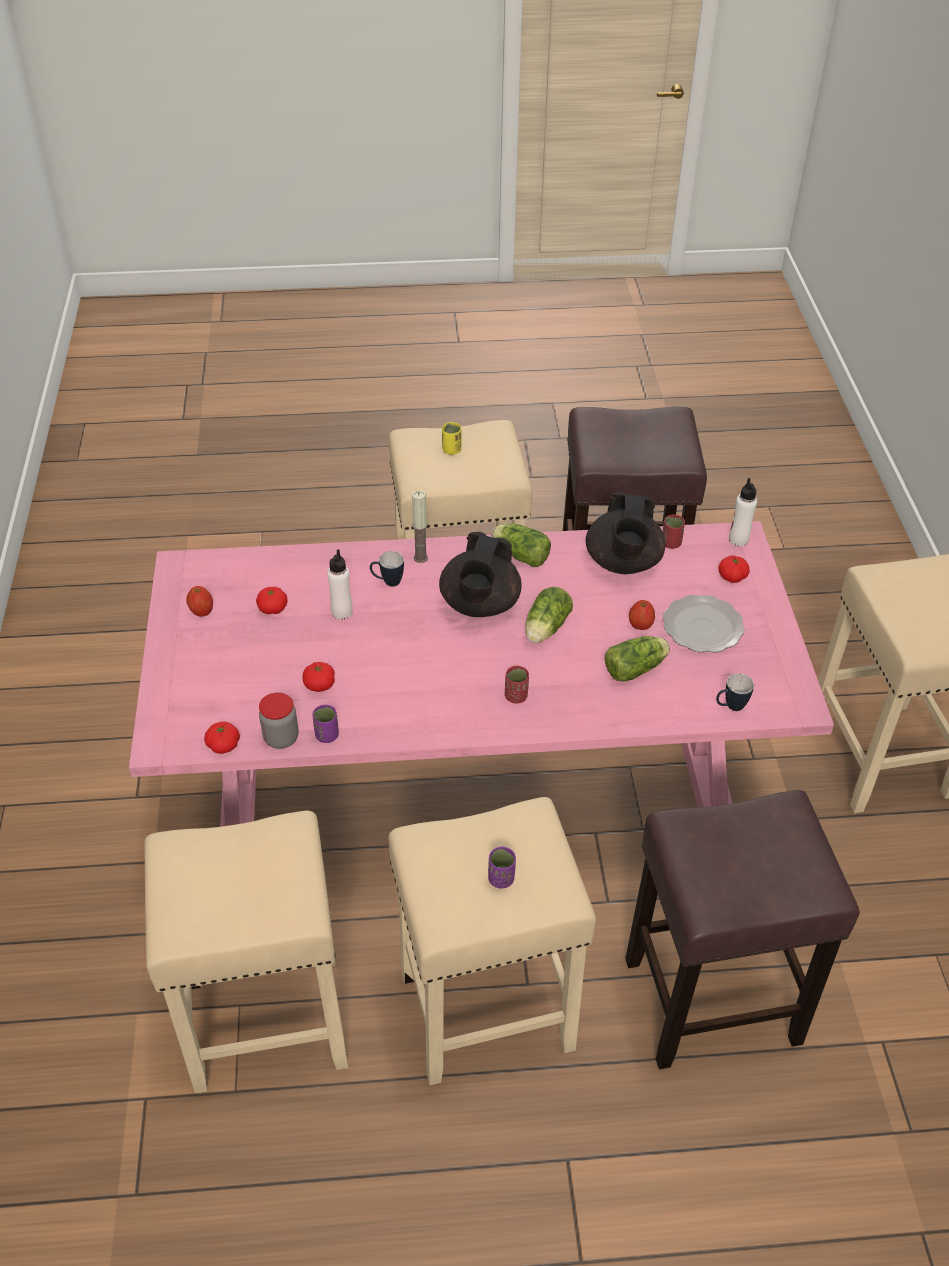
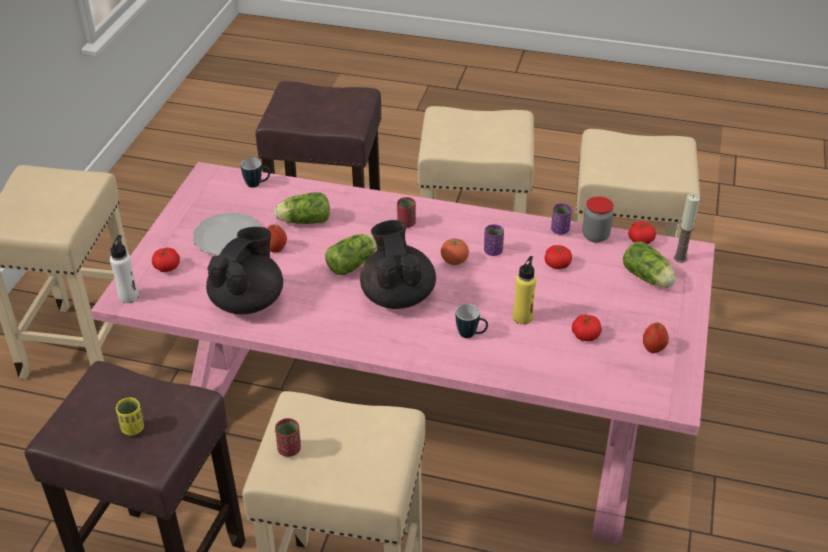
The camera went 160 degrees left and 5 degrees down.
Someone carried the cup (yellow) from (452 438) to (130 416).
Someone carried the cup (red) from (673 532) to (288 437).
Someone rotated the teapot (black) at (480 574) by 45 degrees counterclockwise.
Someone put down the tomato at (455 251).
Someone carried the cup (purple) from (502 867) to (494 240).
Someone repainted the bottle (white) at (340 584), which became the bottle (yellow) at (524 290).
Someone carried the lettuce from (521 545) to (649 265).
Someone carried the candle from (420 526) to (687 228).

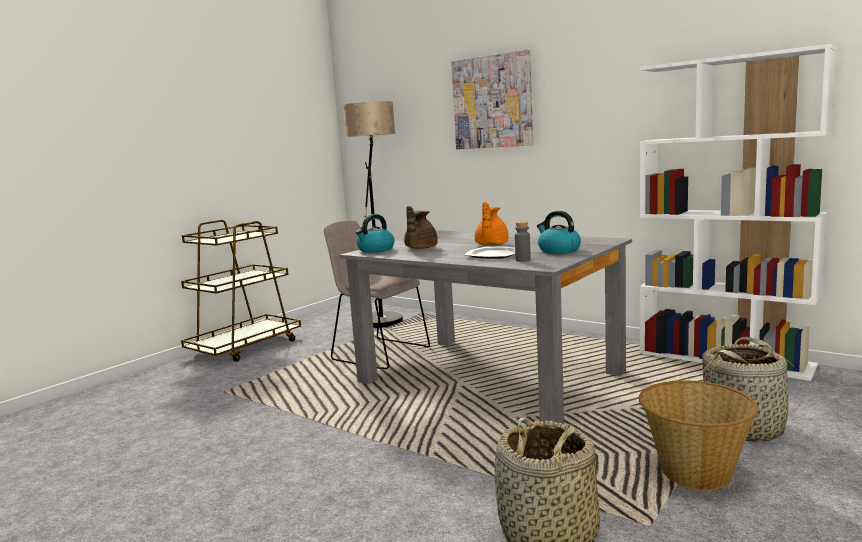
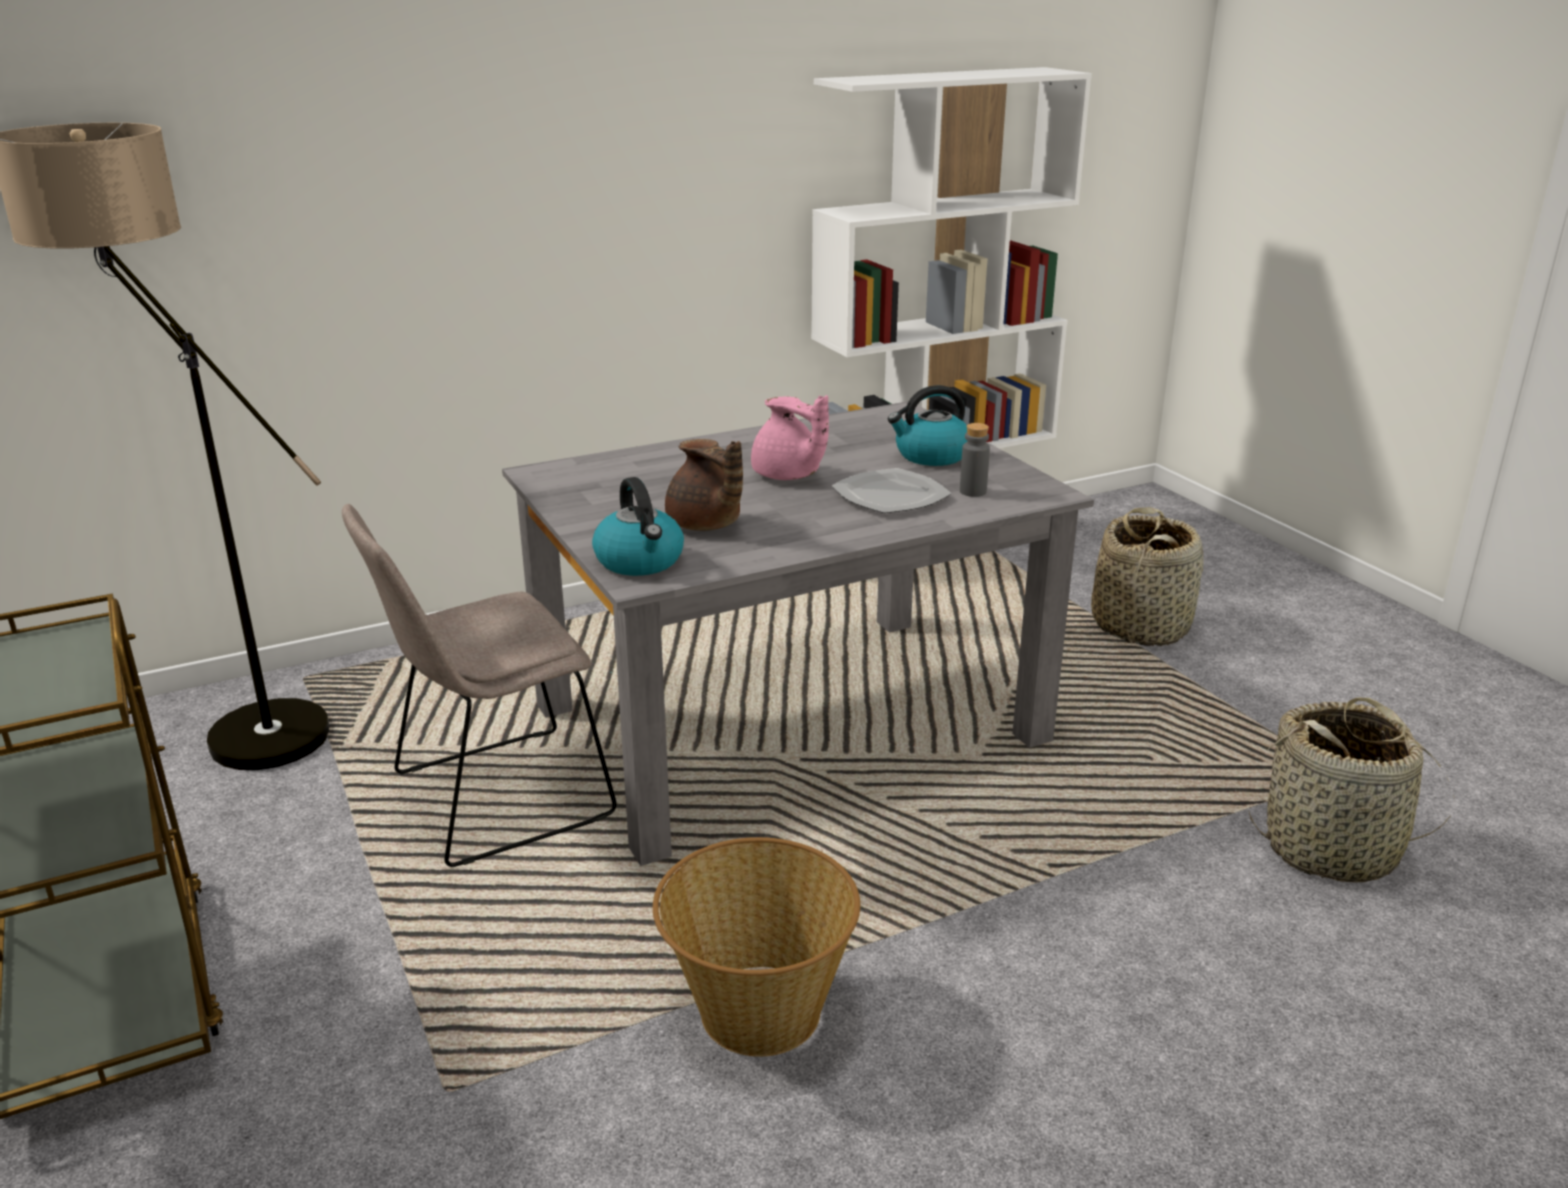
The camera went 65 degrees left and 15 degrees up.
Someone carried the basket from (698 436) to (756 947).
Someone repainted the teapot (orange) at (492 224), which became the teapot (pink) at (790 437).
Someone took away the picture at (492 99).

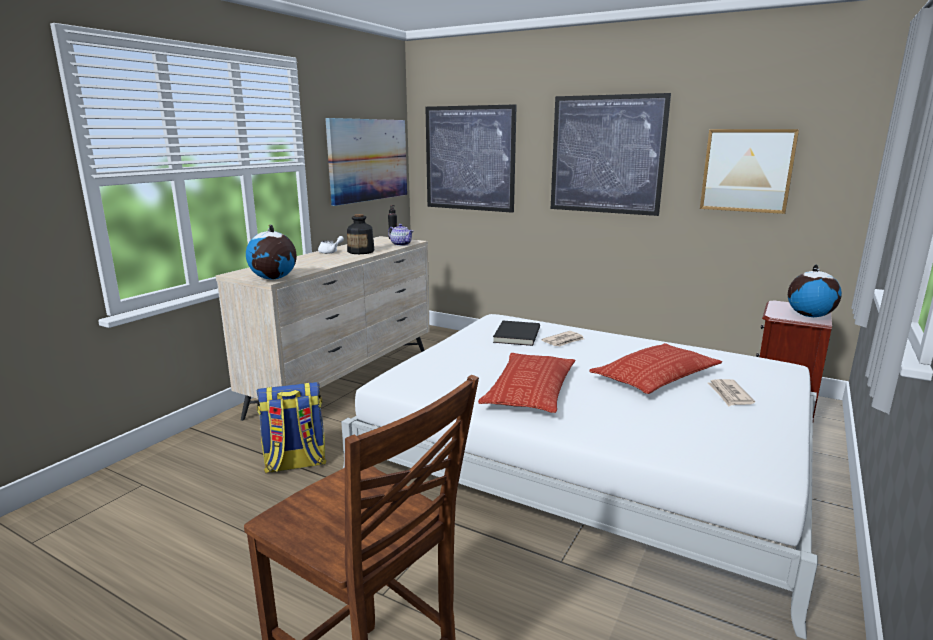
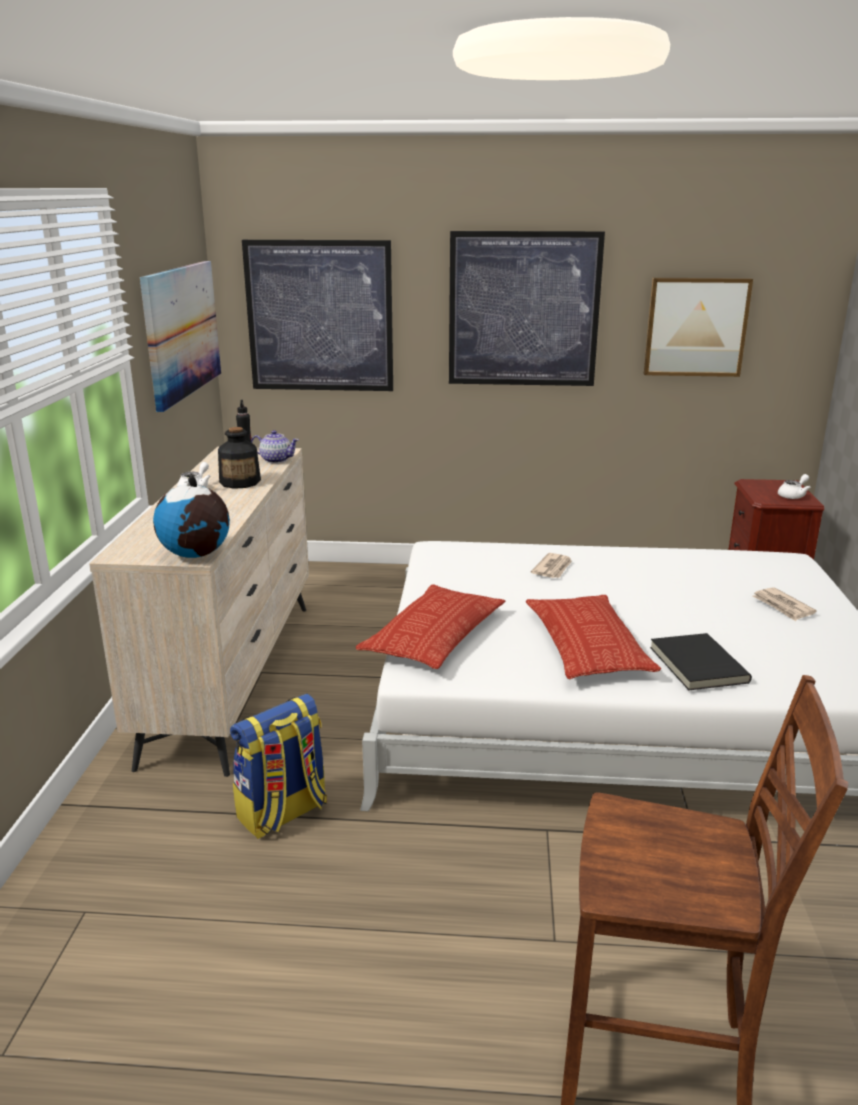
The camera went 25 degrees left and 5 degrees up.
Someone carried the pillow from (655 368) to (430 626).
Someone carried the book (black) from (516 333) to (701 661).
Someone swapped the globe at (815 290) for the teapot (white) at (794 486).

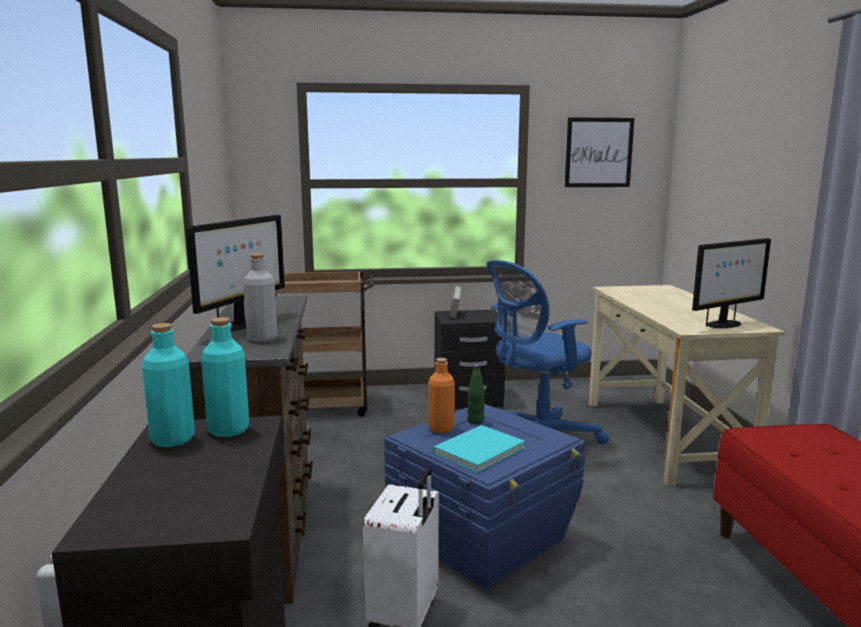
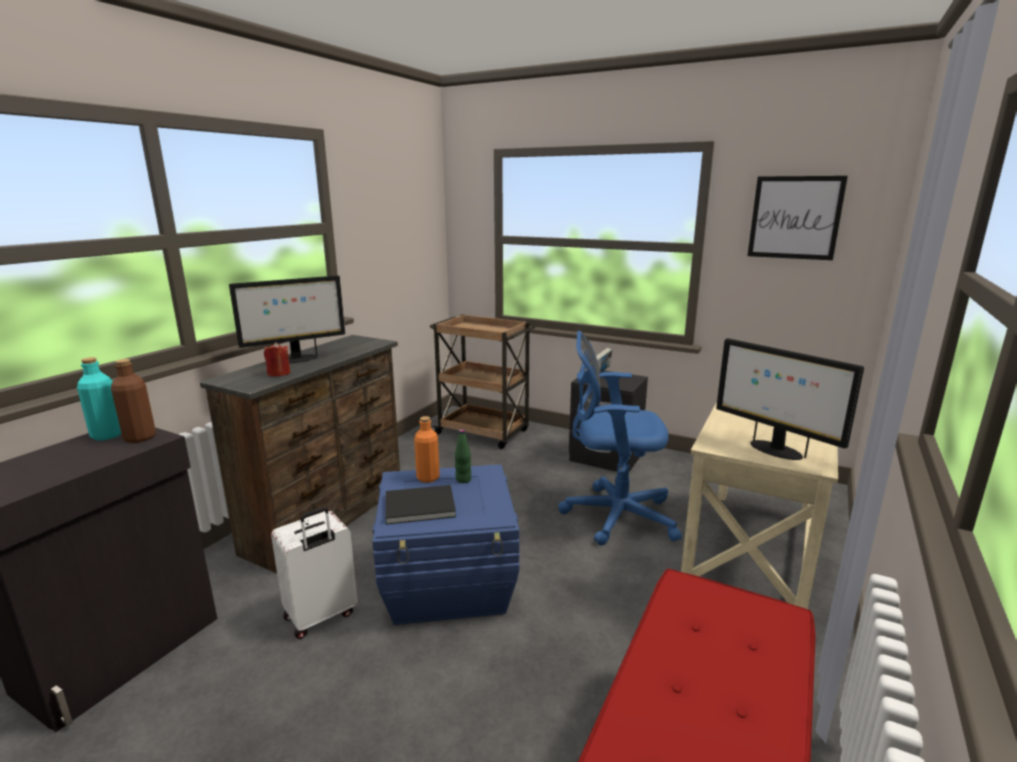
The camera went 35 degrees right and 5 degrees up.
Someone repainted the bottle (turquoise) at (225 377), which became the bottle (brown) at (133 401).
Someone swapped the bottle (grey) at (260 298) for the candle (red) at (277 359).
Someone repainted the book (turquoise) at (479 449), which became the book (black) at (420 505).
Someone rotated the monitor at (731 283) by 45 degrees clockwise.

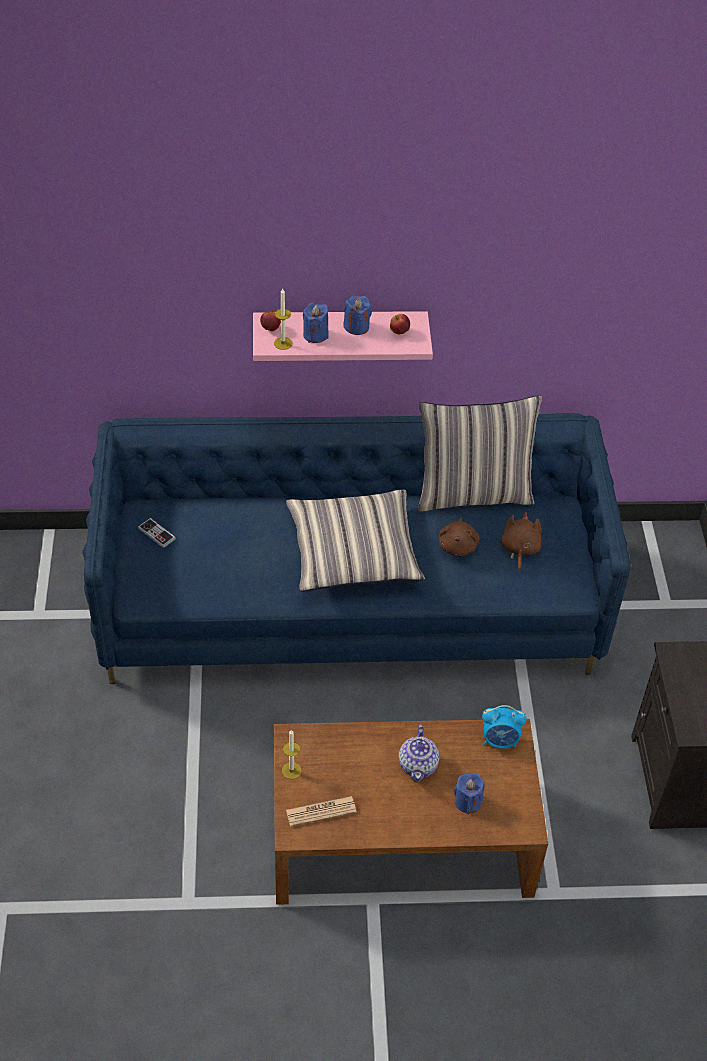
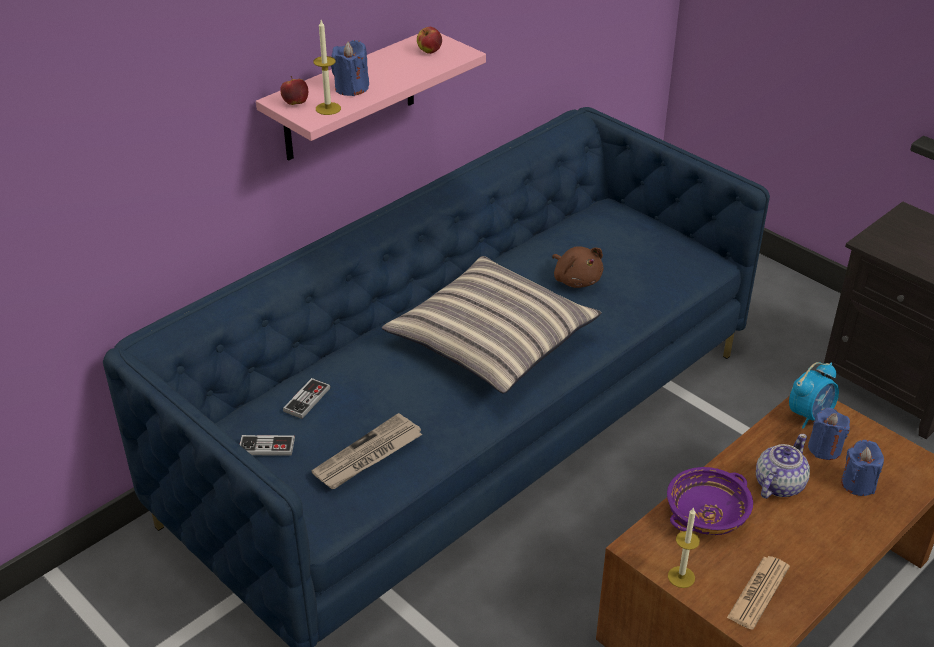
The camera went 40 degrees left and 10 degrees down.
Someone put down the game controller at (307 398).
Someone put down the newspaper at (367 451).
Someone put down the bowl (purple) at (710 501).
Someone rotated the teapot at (419 753) by 105 degrees counterclockwise.
Someone carried the candle (blue) from (357 315) to (829 434).
Someone took away the pillow at (480 453).
Someone took away the plush toy (brown) at (521 542).

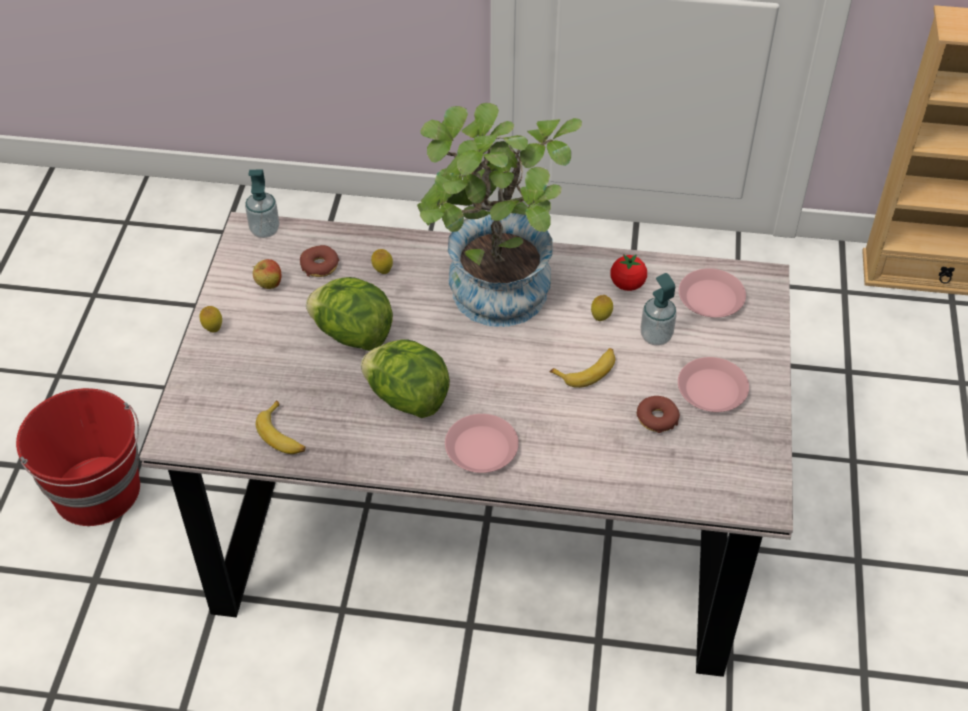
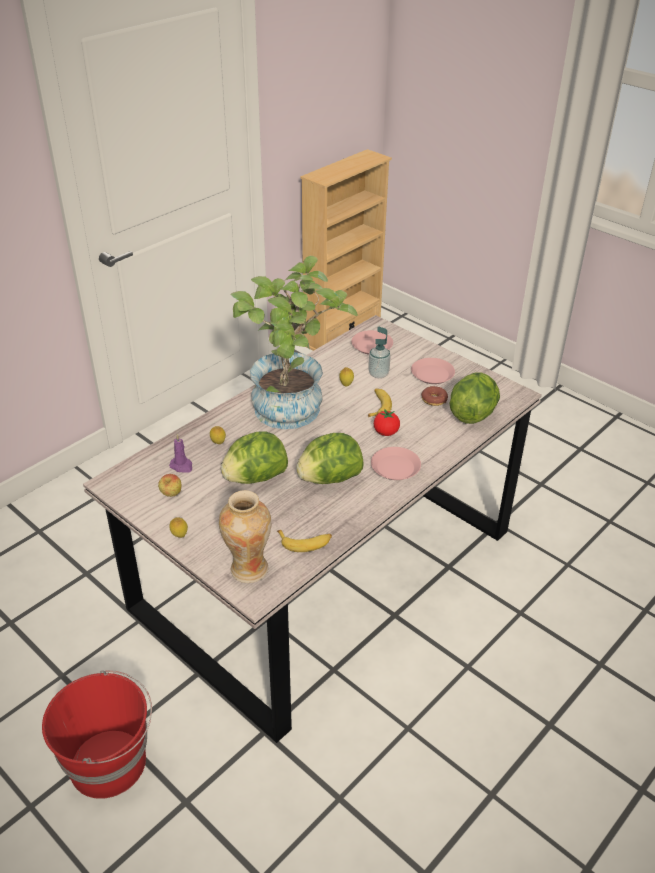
The camera went 55 degrees left and 10 degrees down.
Someone swapped the donut at (320 261) for the candle (purple) at (180 453).
Someone put down the vase at (245 536).
Someone carried the tomato from (629 272) to (387 422).
Someone put down the lettuce at (474 398).
Someone took away the soap dispenser at (262 203).

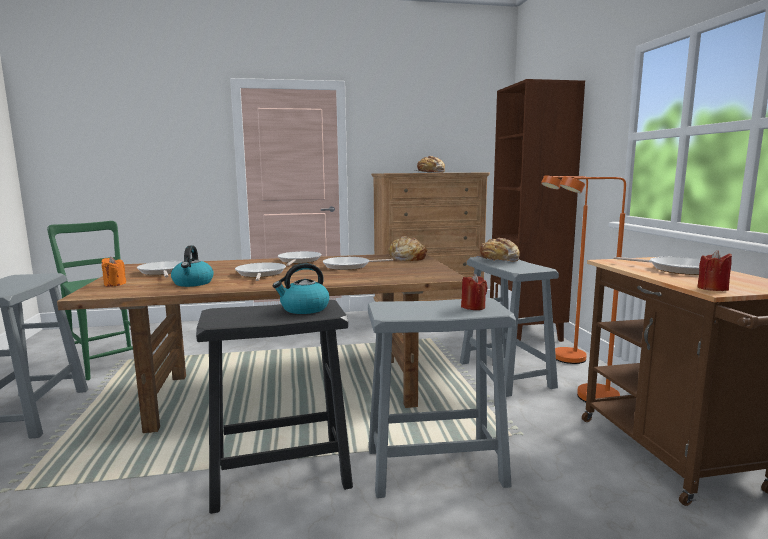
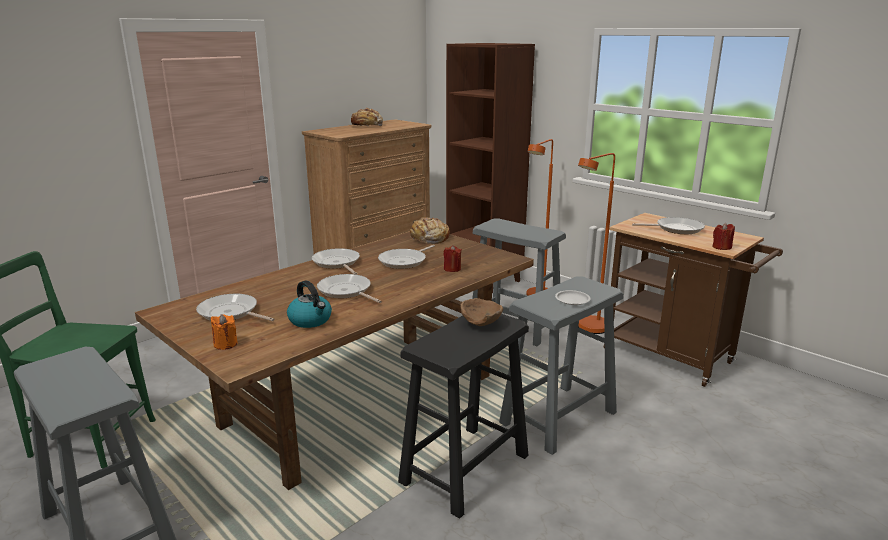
The camera went 35 degrees left and 10 degrees up.
Someone carried the candle (red) from (474 292) to (453 258).
Someone swapped the kettle at (301 288) for the bowl (brown) at (481 312).
Someone put down the plate (white) at (573 297).
Someone took away the bread at (497 250).

